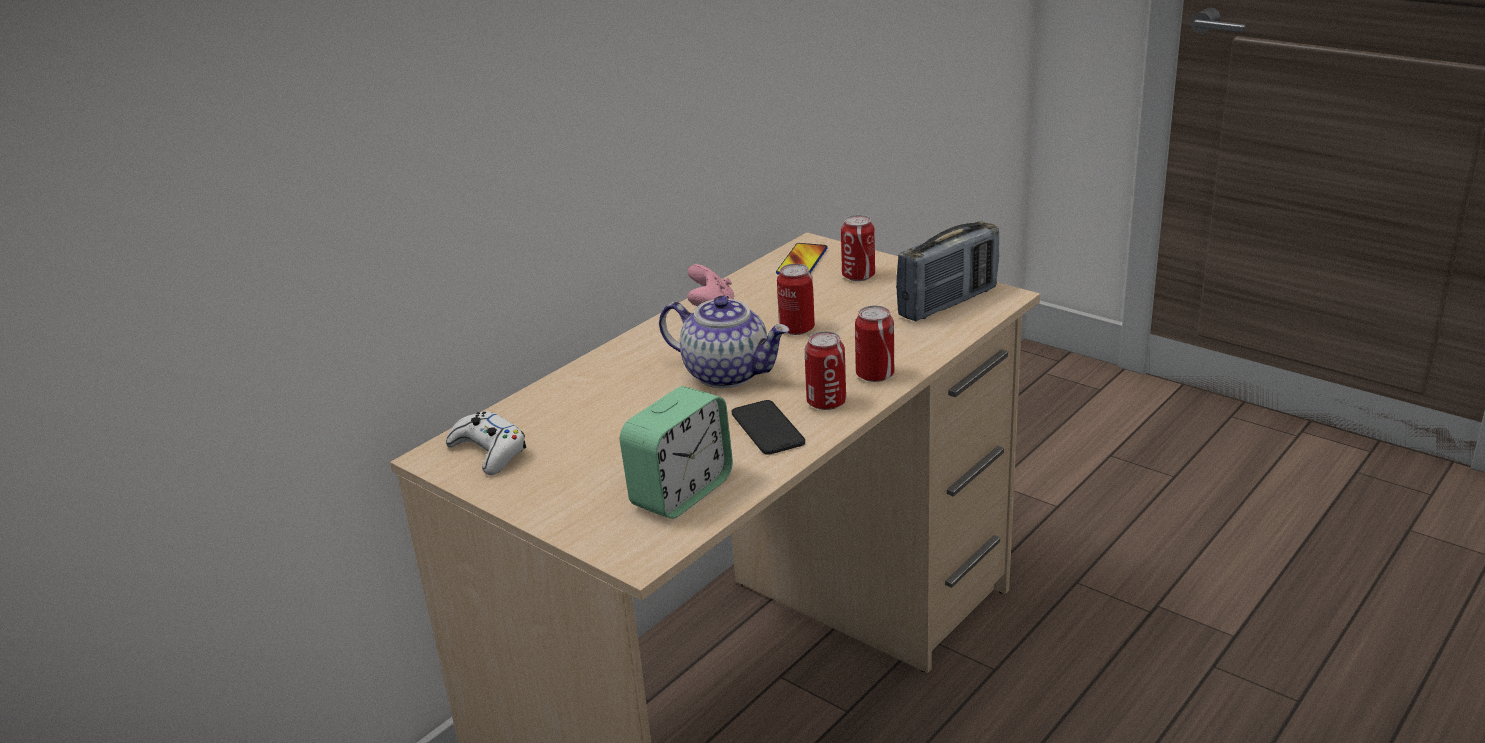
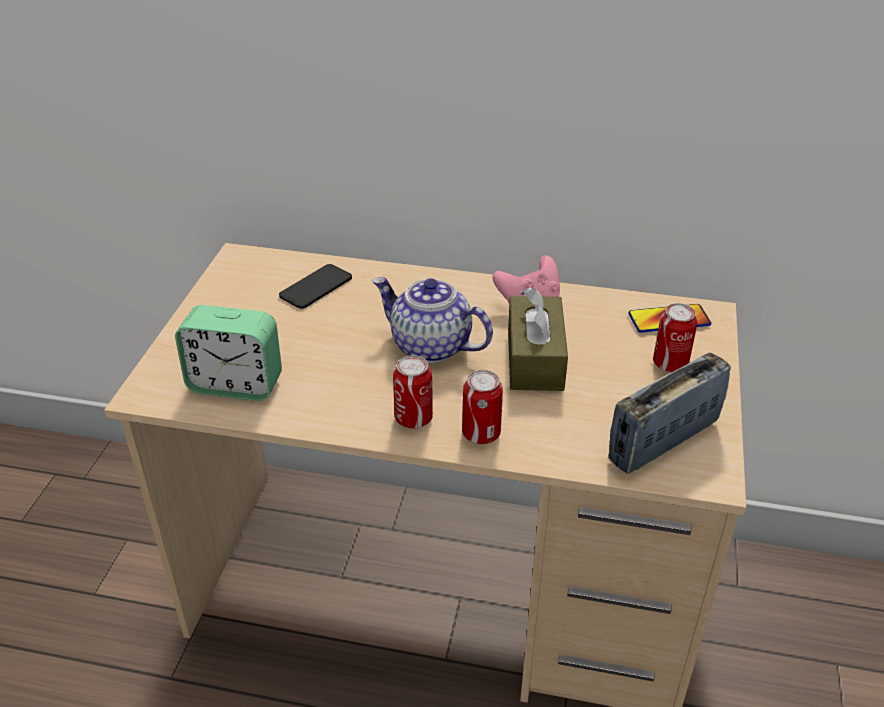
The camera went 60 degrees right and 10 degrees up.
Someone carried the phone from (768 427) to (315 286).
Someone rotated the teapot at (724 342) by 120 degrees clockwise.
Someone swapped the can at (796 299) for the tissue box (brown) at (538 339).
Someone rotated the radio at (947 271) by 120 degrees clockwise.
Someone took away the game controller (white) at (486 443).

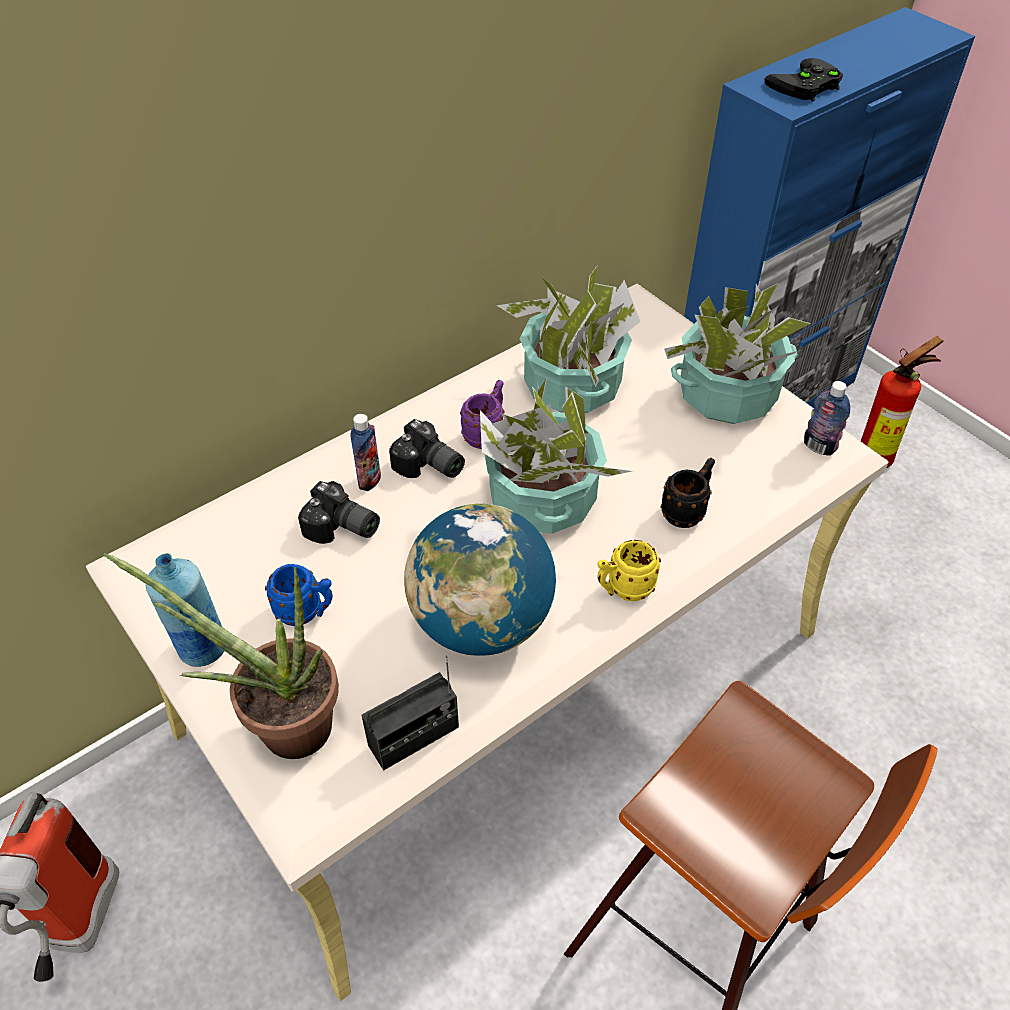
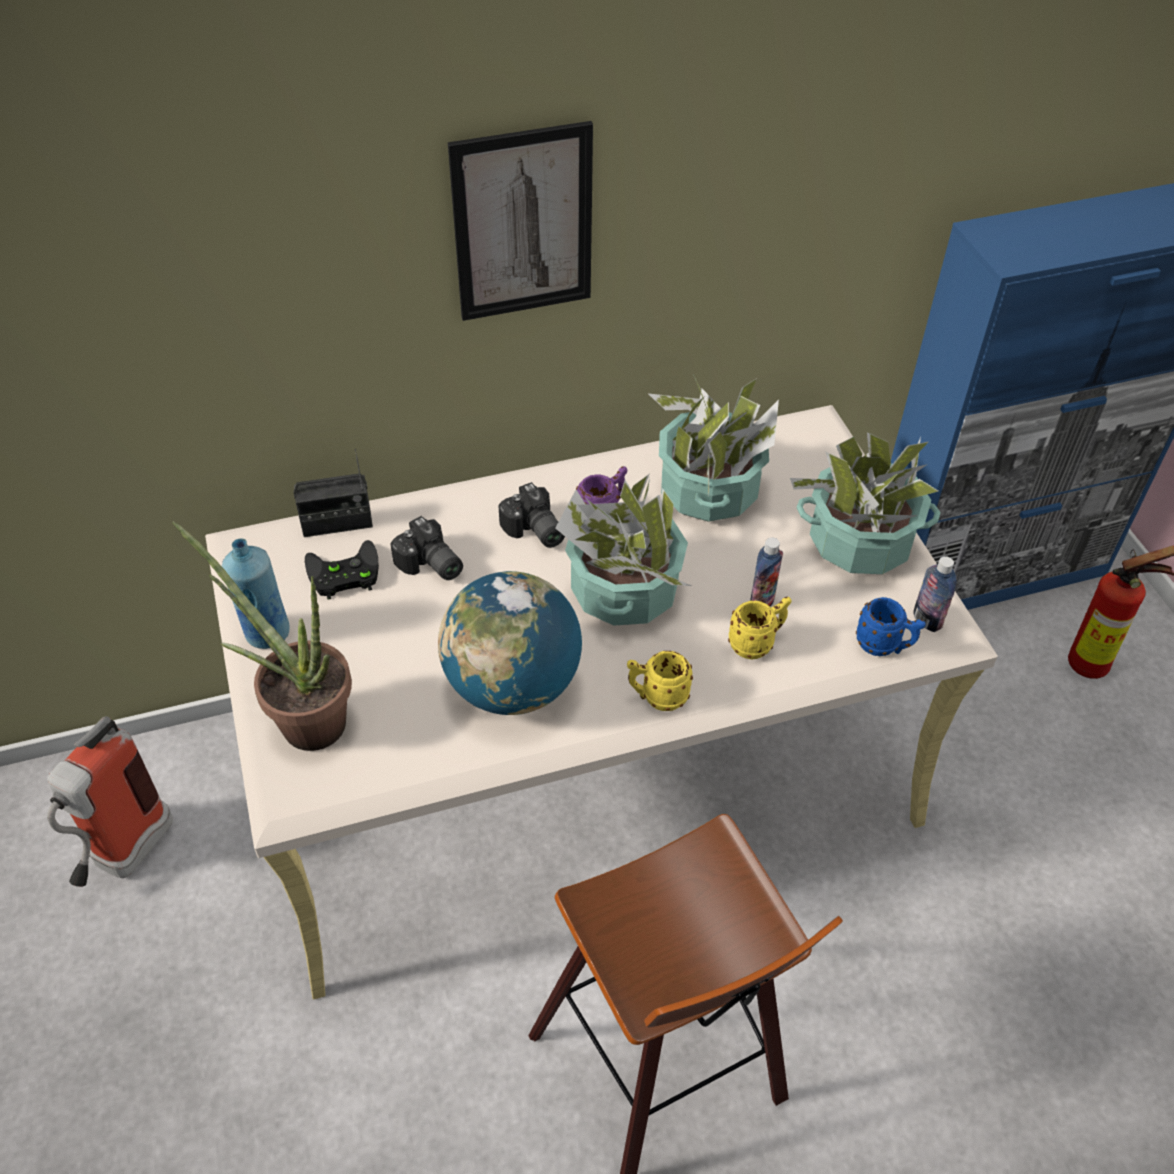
The camera went 20 degrees right and 0 degrees up.
Someone carried the radio from (410 712) to (333 493).
Someone carried the game controller (black) from (804 80) to (342 570).
Someone put up the picture at (520 221).
Someone repainted the mug (black) at (688 493), which became the mug (yellow) at (760 628).
Someone carried the bottle from (366 452) to (766 572).
Someone carried the mug (blue) from (299 595) to (891 626).

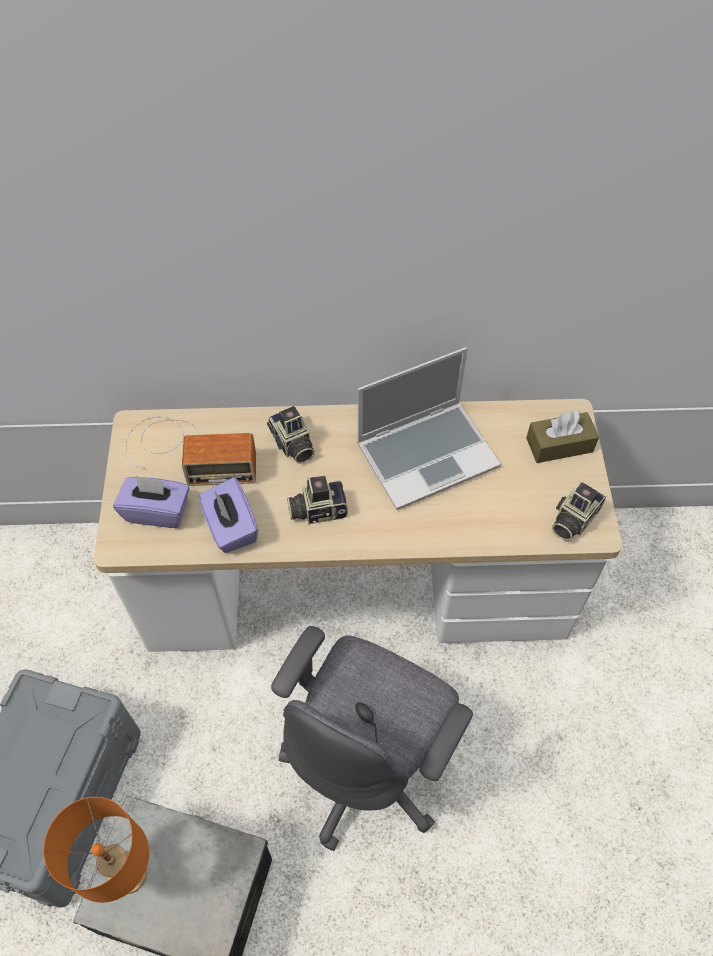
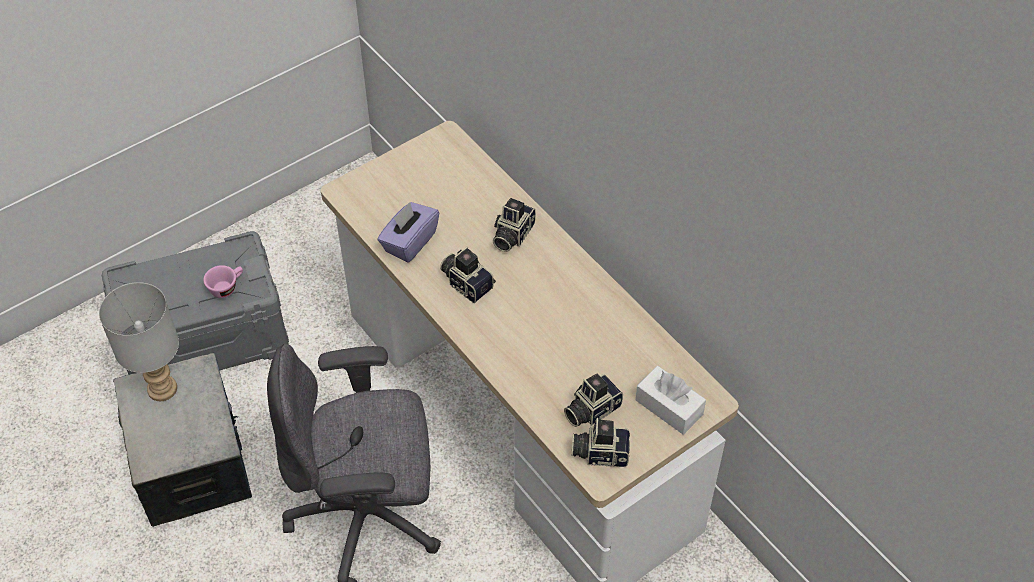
The camera went 55 degrees right and 5 degrees down.
Someone repainted the table lamp (orange) at (96 850), which became the table lamp (grey) at (139 341).
Someone put down the cup (pink) at (223 281).
Someone put down the photo camera at (593 400).
Someone repainted the tissue box (brown) at (562 437), which became the tissue box (white) at (670 400).
Someone took away the tissue box (purple) at (151 502).
Someone took away the radio at (190 451).
Someone took away the laptop at (429 428).

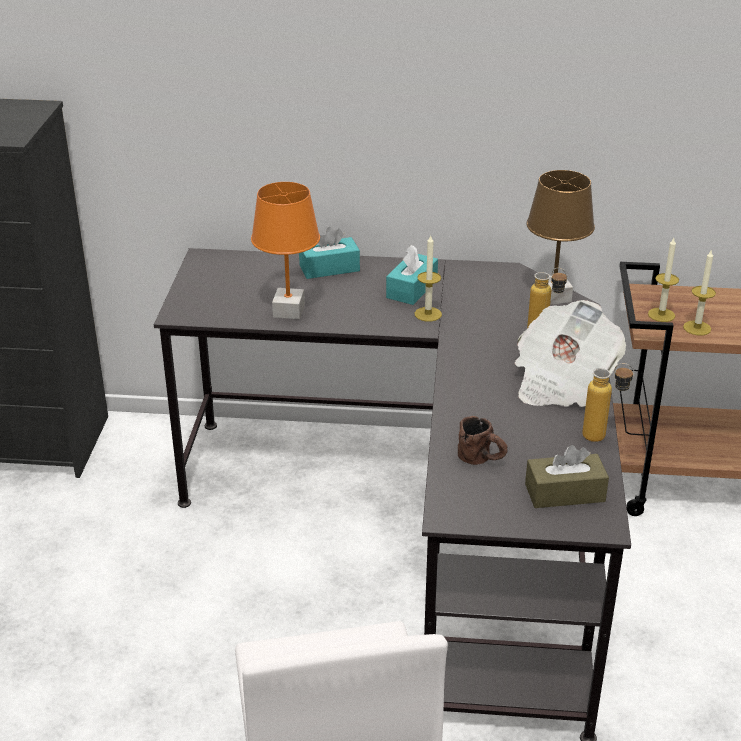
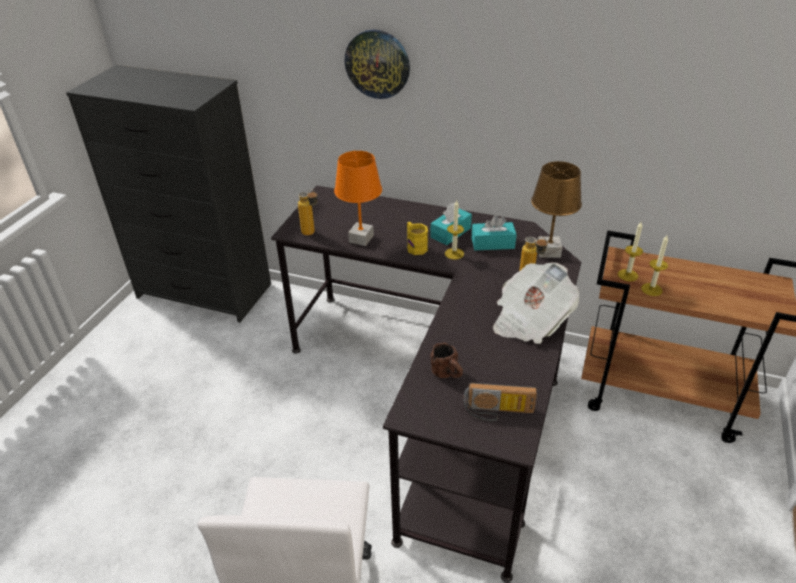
The camera went 15 degrees right and 5 degrees up.
Someone carried the bottle from (608 402) to (308 212).
Someone put up the wall clock at (377 64).
Someone put down the mug (yellow) at (417 238).
Someone swapped the tissue box (brown) at (567 476) for the radio at (500 402).
Someone carried the tissue box (turquoise) from (329 253) to (494 232).

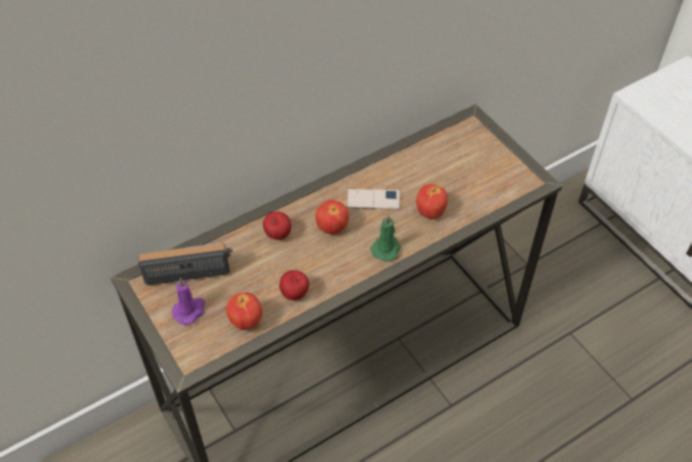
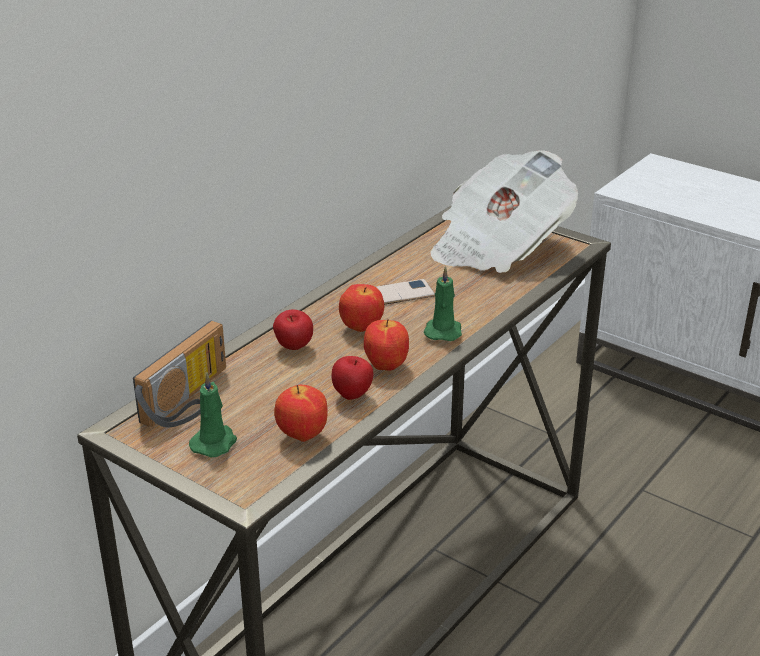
The camera went 20 degrees left and 20 degrees down.
Someone rotated the radio at (185 264) by 150 degrees clockwise.
Someone repainted the candle (purple) at (188 301), which became the candle (green) at (213 414).
Someone carried the apple from (432 201) to (386 344).
Someone put down the newspaper at (504 211).

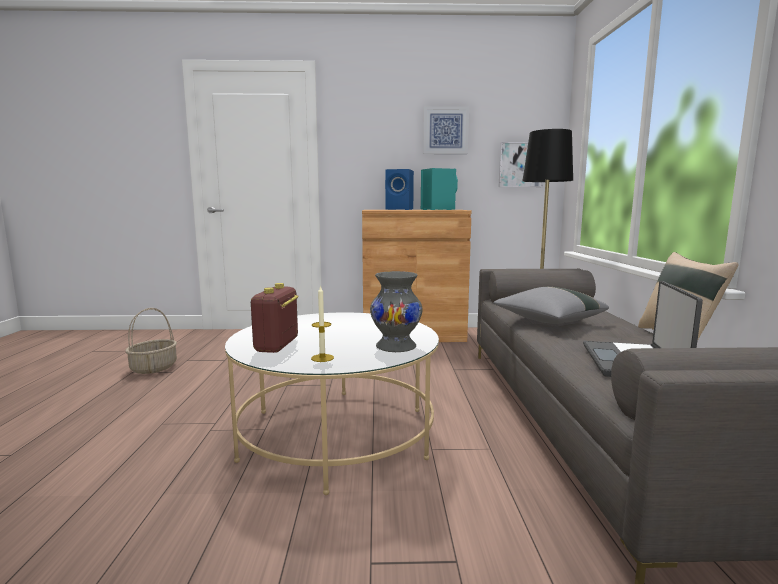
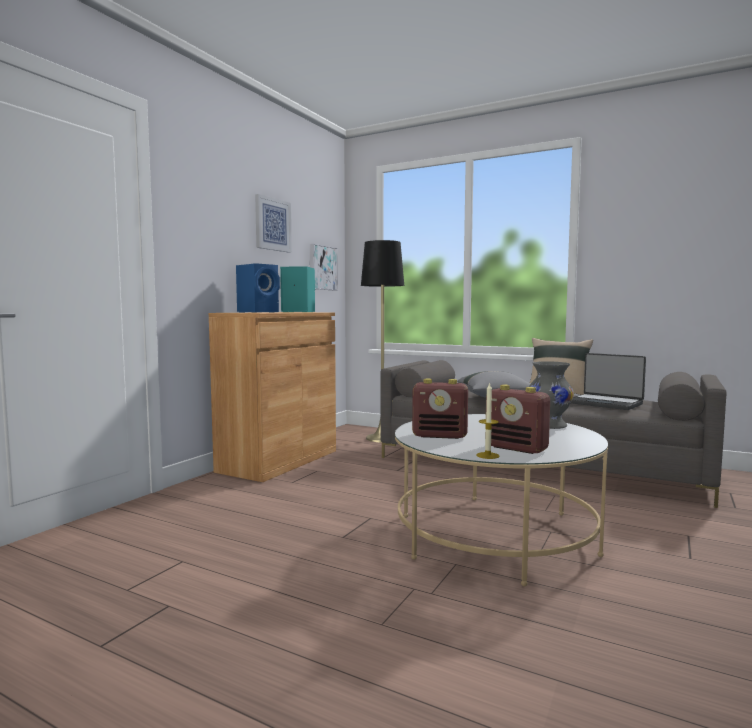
The camera went 60 degrees left and 5 degrees down.
Someone put down the radio at (440 409).
Someone carried the candle from (322 323) to (488 420).
Someone took away the basket at (151 341).

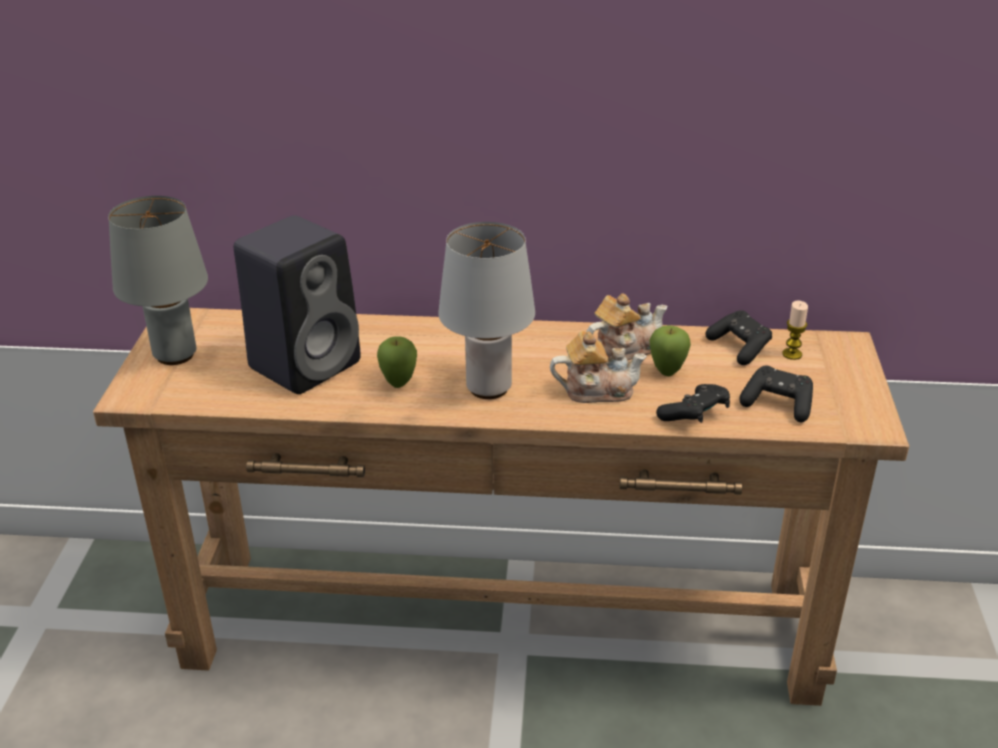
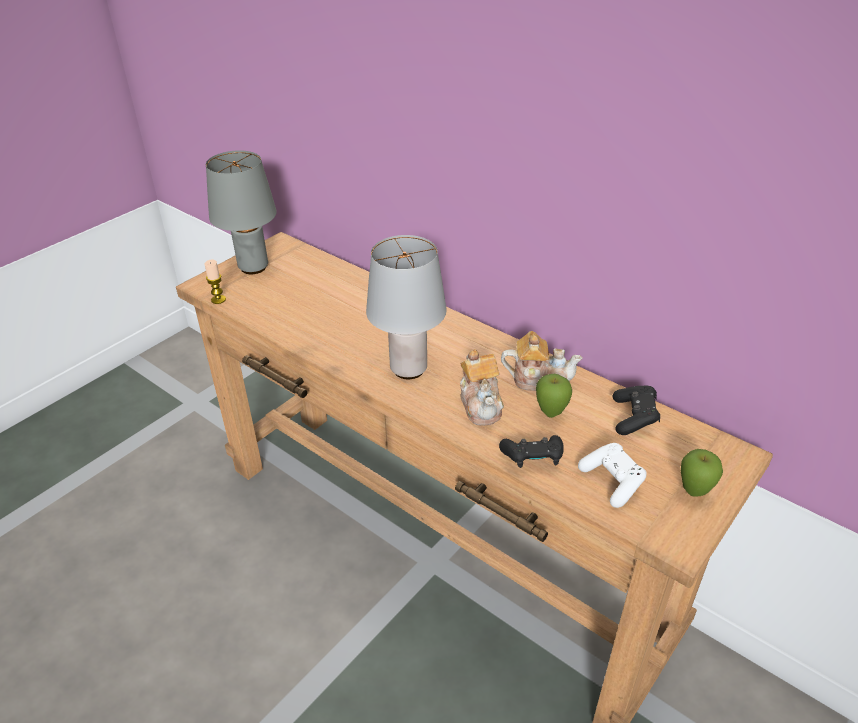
The camera went 35 degrees right and 5 degrees up.
Someone carried the candle from (795 330) to (215 281).
Someone rotated the teapot at (598 367) by 45 degrees clockwise.
Someone repainted the game controller (black) at (776 393), which became the game controller (white) at (612 475).
Someone carried the apple from (397 362) to (702 473).
Someone took away the speaker (black) at (297 304).

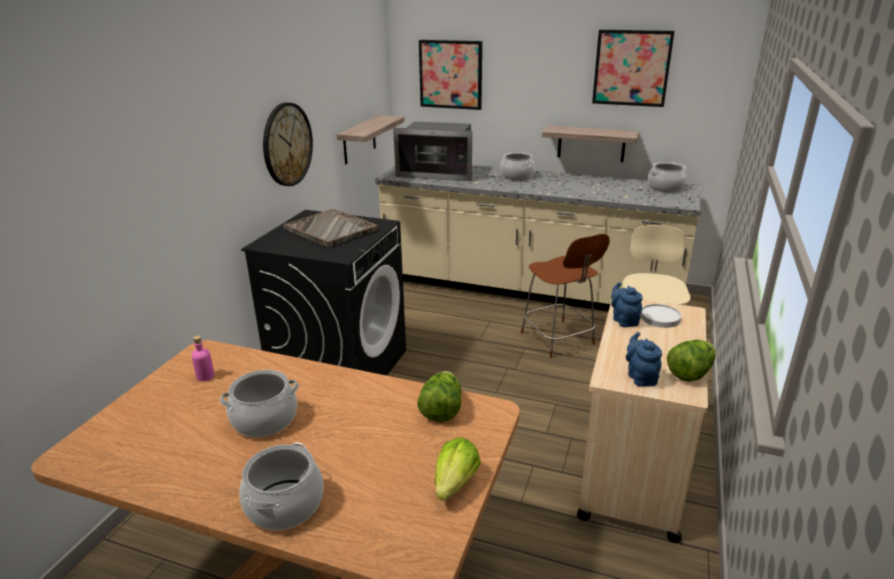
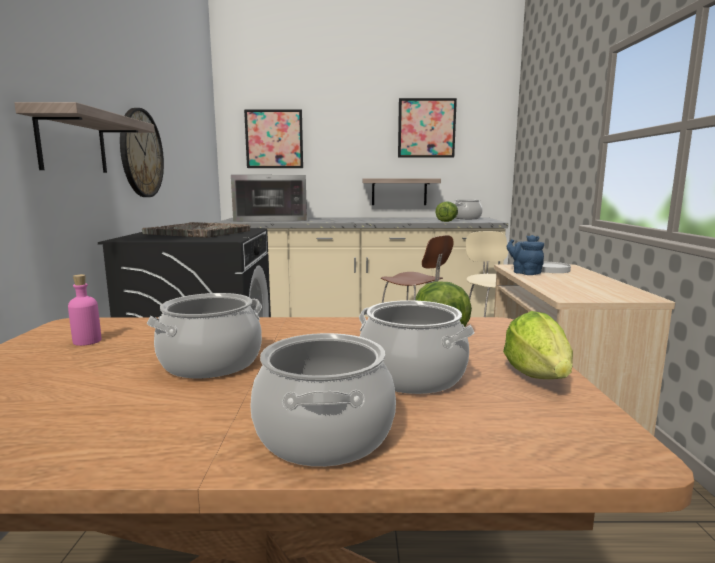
The camera went 20 degrees left and 15 degrees down.
Someone carried the shelf from (370 140) to (85 137).
Someone carried the cooking pot from (517 166) to (417 347).
Someone carried the lettuce from (691 361) to (446 211).
Someone took away the teapot (blue) at (644 359).

